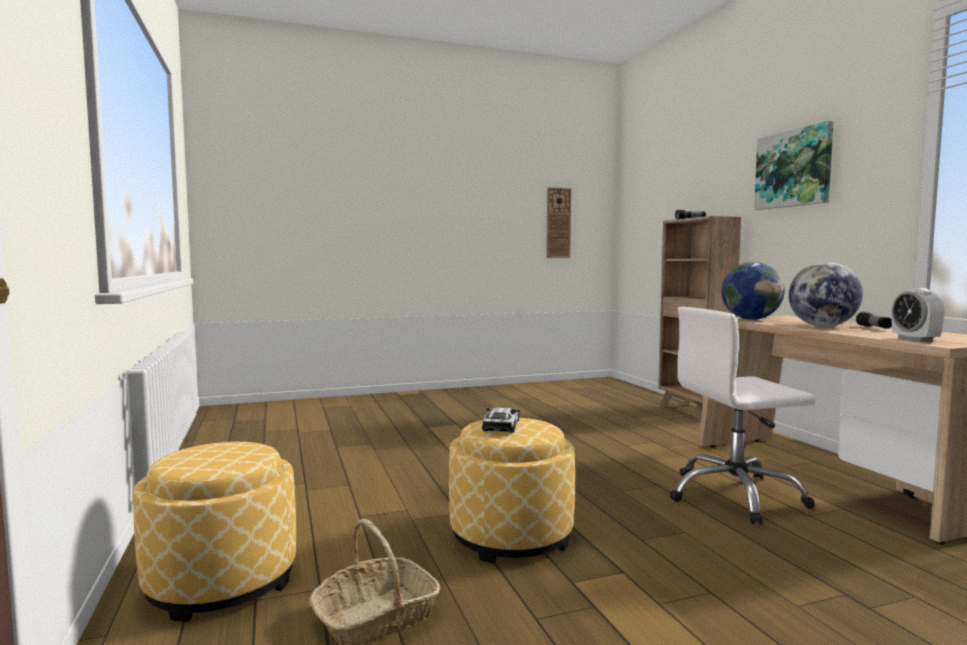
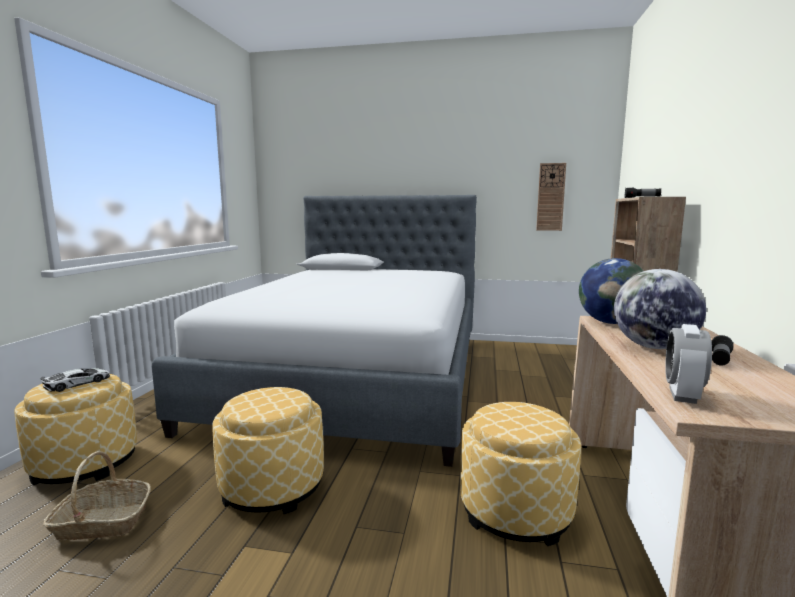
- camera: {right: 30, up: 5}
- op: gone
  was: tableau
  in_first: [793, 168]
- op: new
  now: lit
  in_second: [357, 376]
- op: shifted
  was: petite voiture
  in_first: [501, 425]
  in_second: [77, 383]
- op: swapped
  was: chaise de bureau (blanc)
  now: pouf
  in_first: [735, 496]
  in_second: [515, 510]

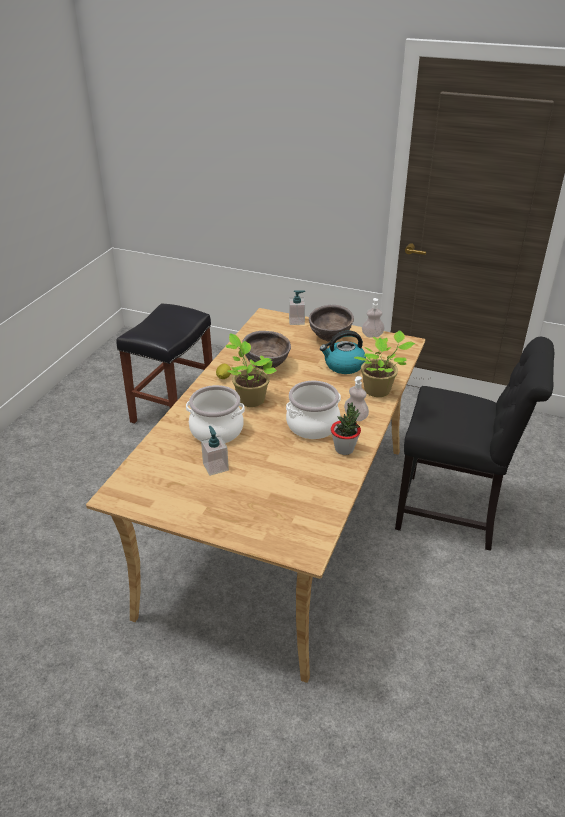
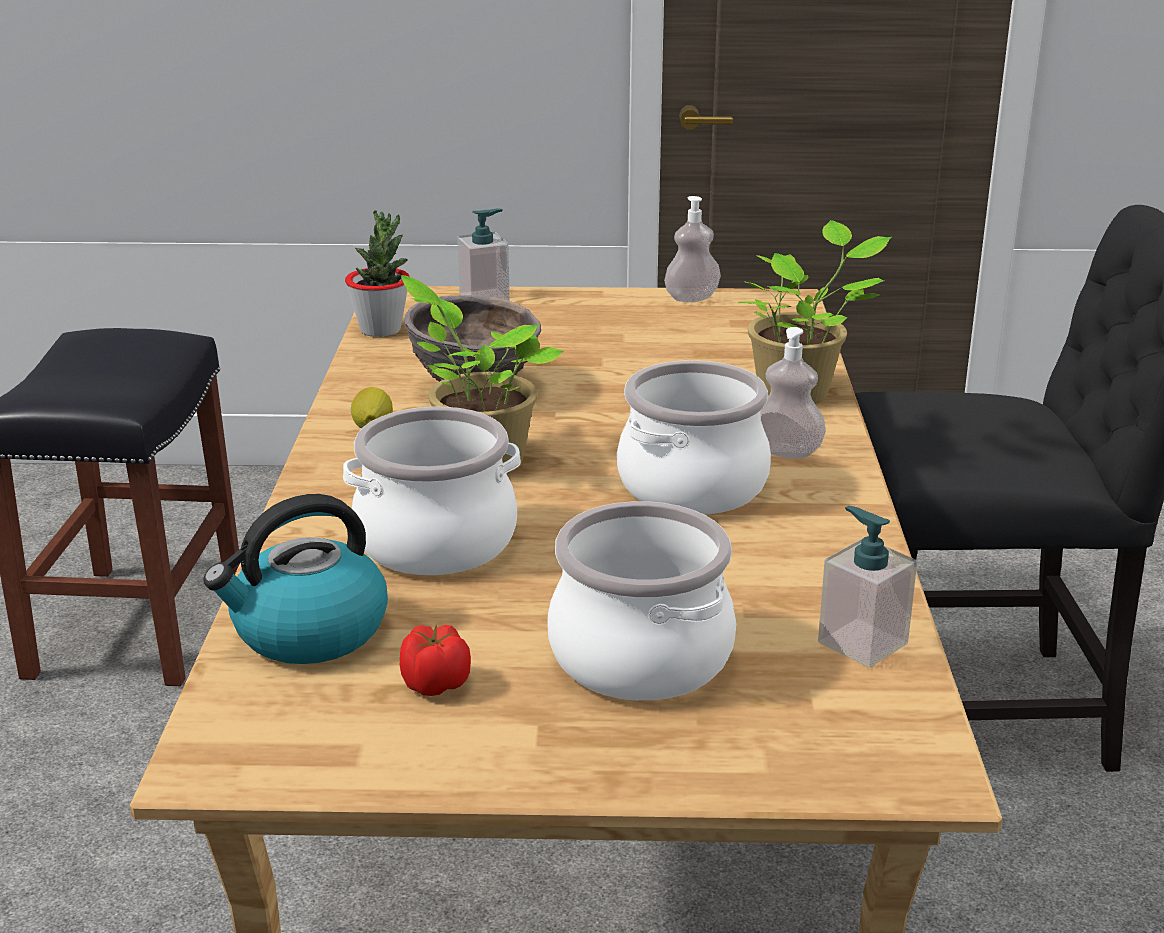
- camera: {right: -20, up: -10}
- op: gone
  was: bol (marron)
  in_first: [330, 339]
- op: new
  now: tomate
  in_second: [434, 683]
- op: new
  now: marmite
  in_second: [639, 658]
- op: shifted
  was: distributeur de savon
  in_first: [215, 467]
  in_second: [862, 642]
- op: shifted
  was: bouilloire
  in_first: [343, 365]
  in_second: [308, 632]
- op: shifted
  was: plante en pot
  in_first: [344, 449]
  in_second: [381, 330]

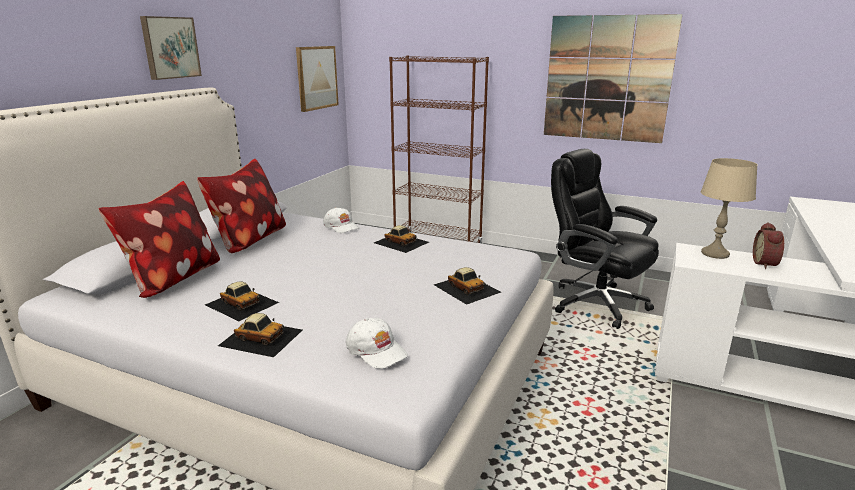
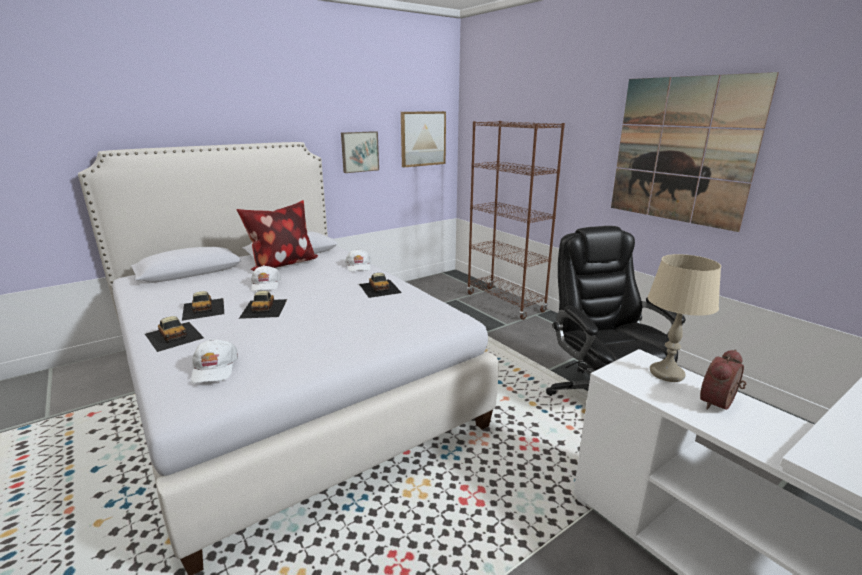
- camera: {right: 30, up: 0}
- op: gone
  was: coussin
  in_first: [173, 279]
- op: new
  now: casquette (blanc)
  in_second: [265, 285]
- op: shifted
  was: tableau
  in_first: [170, 47]
  in_second: [359, 151]
- op: shifted
  was: petite voiture
  in_first: [466, 288]
  in_second: [264, 308]

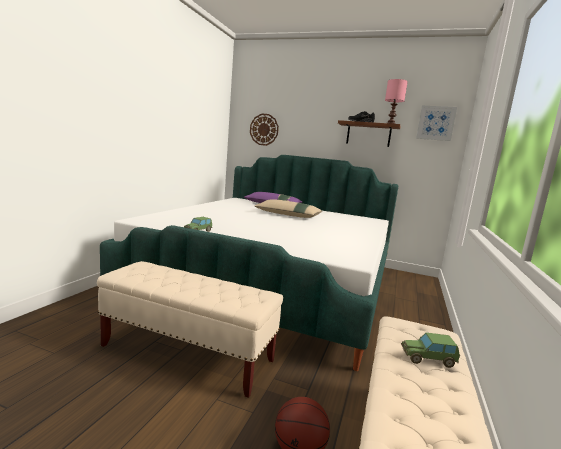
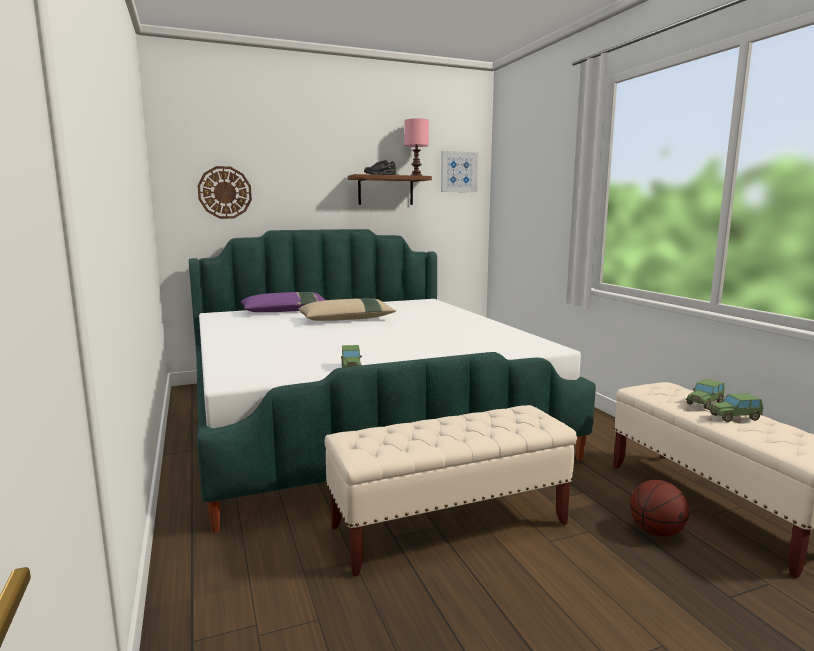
- camera: {right: -40, up: 0}
- op: new
  now: petite voiture
  in_second: [734, 417]

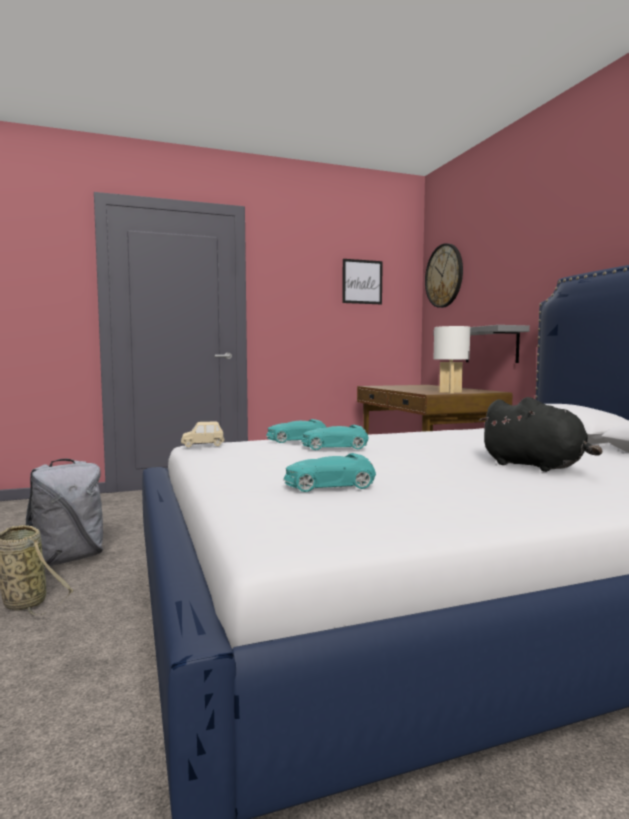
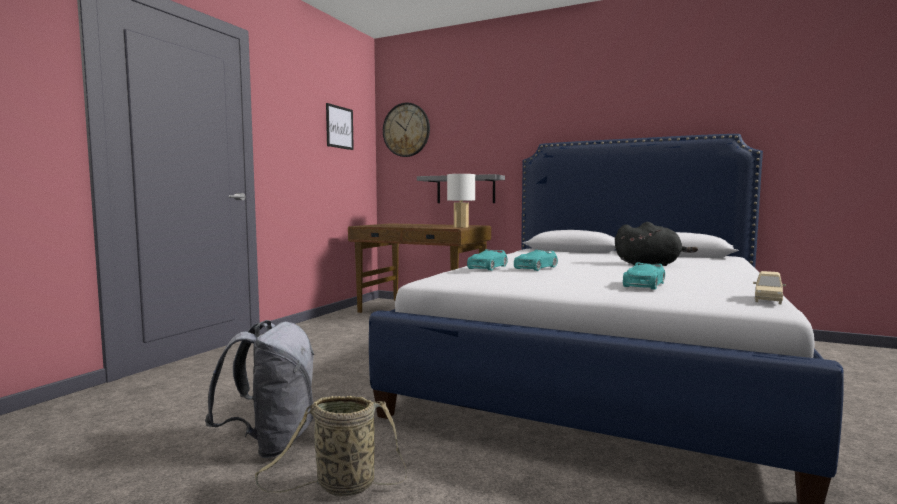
- camera: {right: -45, up: 0}
- op: shifted
  was: petite voiture (beige)
  in_first: [203, 445]
  in_second: [768, 300]

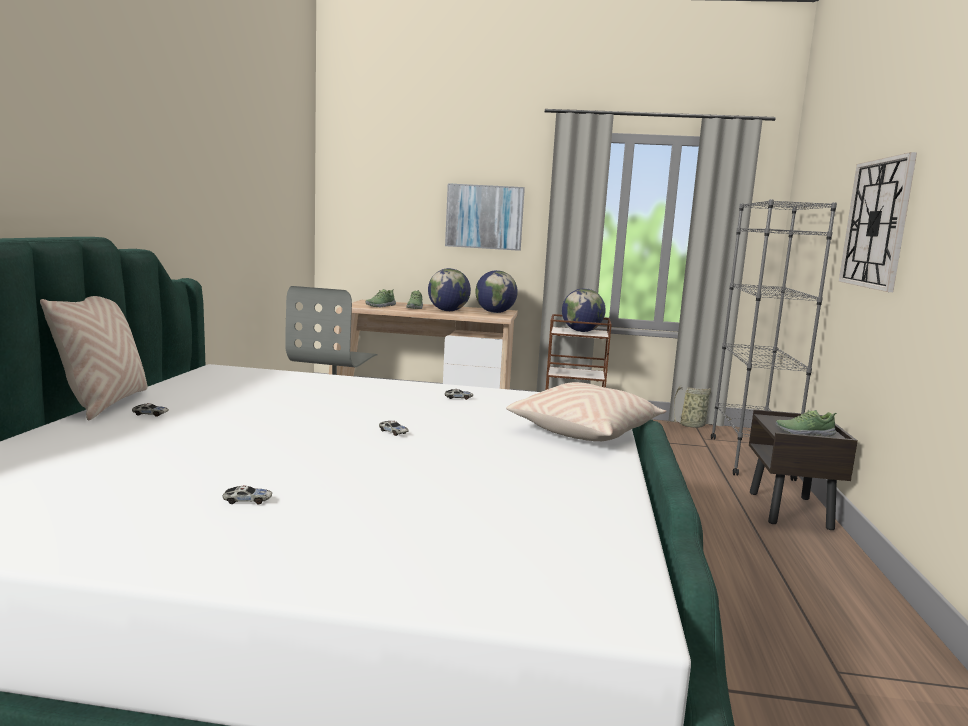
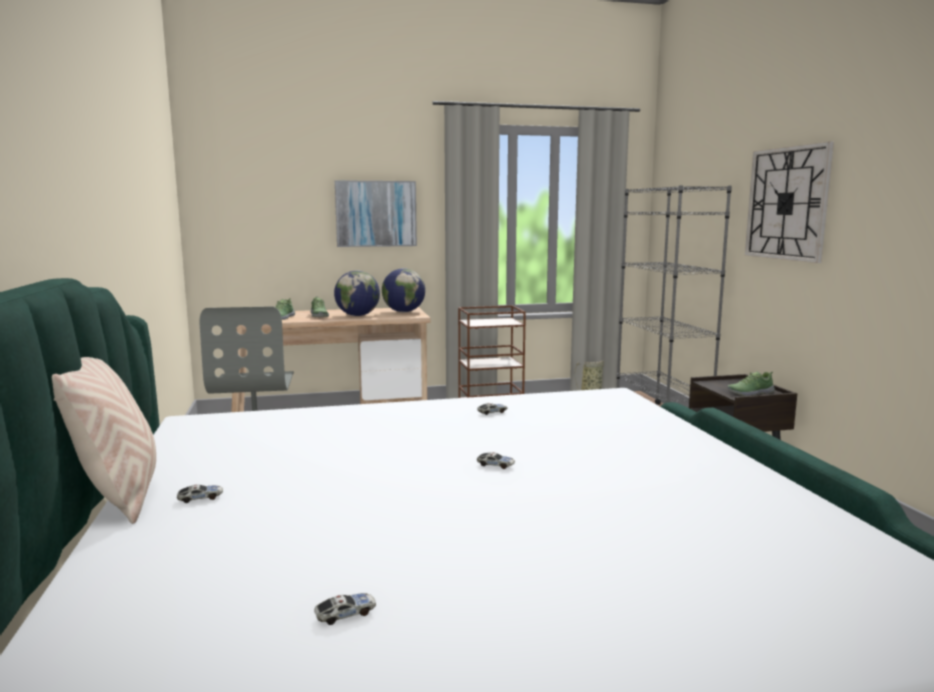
- camera: {right: -20, up: 0}
- op: gone
  was: coussin (beige)
  in_first: [585, 431]
- op: gone
  was: globe
  in_first: [581, 331]
- op: shifted
  was: petite voiture
  in_first: [247, 501]
  in_second: [345, 614]

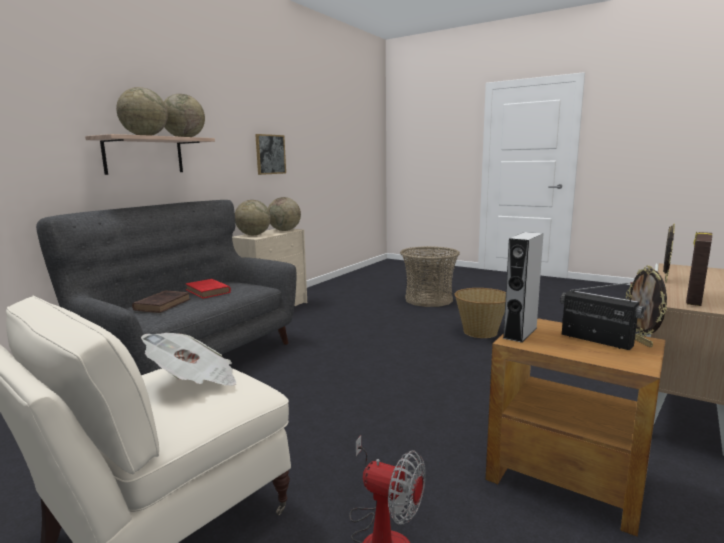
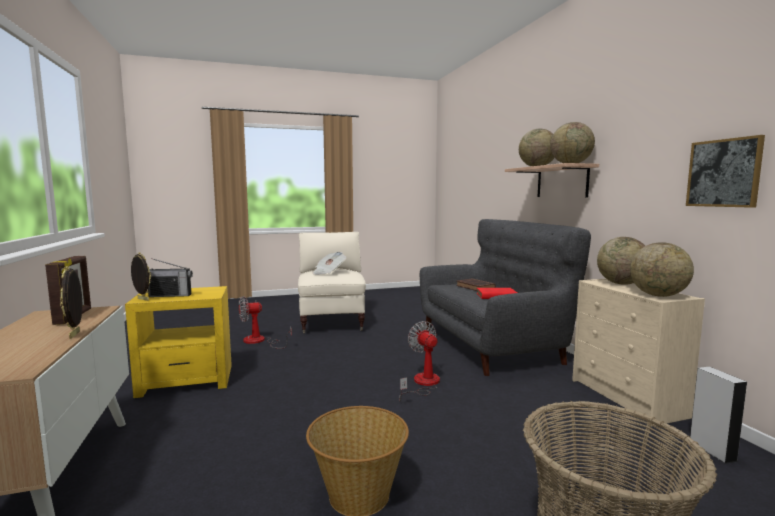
- camera: {right: 130, up: -5}
- op: new
  now: ventilateur
  in_second: [422, 384]
- op: shifted
  was: enceinte (gris)
  in_first: [520, 333]
  in_second: [712, 451]
- op: repainted
  was: table d'appoint (marron)
  now: table d'appoint (jaune)
  in_first: [565, 476]
  in_second: [187, 380]

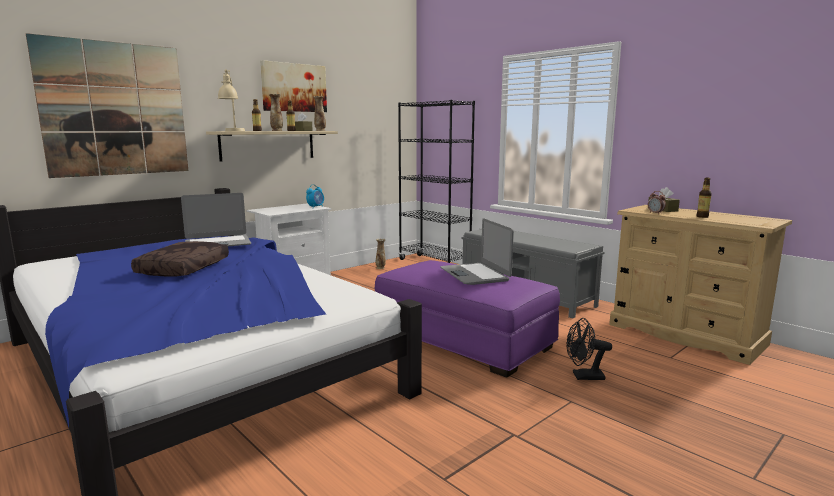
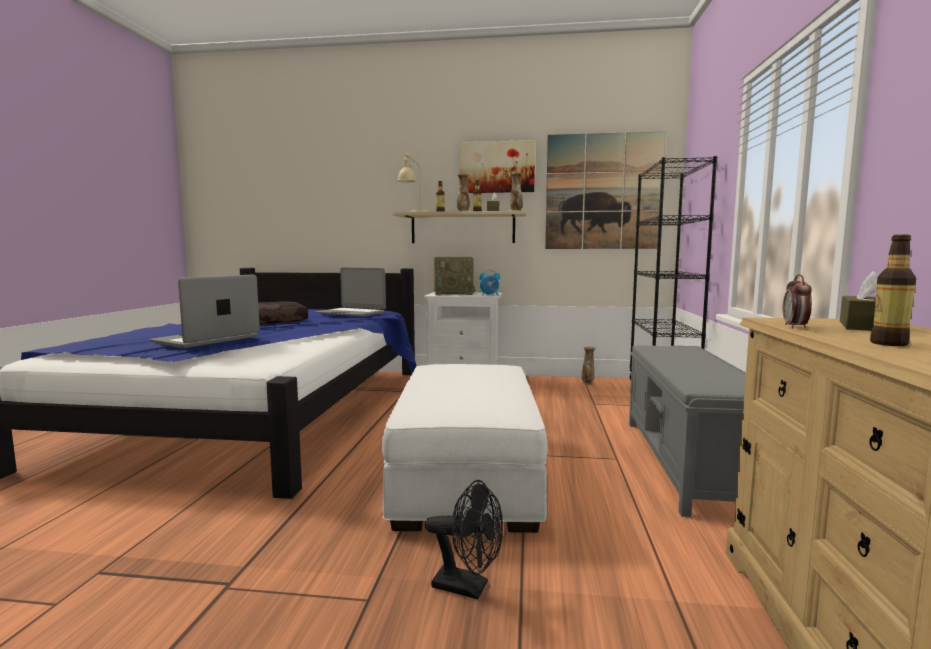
- camera: {right: 50, up: -5}
- op: new
  now: radio
  in_second: [454, 293]
- op: shifted
  was: tableau
  in_first: [115, 109]
  in_second: [603, 192]
- op: shifted
  was: ordinateur portable
  in_first: [475, 274]
  in_second: [207, 340]
- op: repainted
  was: pouf (violet)
  now: pouf (blanc)
  in_first: [463, 339]
  in_second: [467, 473]
- op: rotated
  was: ventilateur (noir)
  in_first: [583, 377]
  in_second: [468, 587]
  clockwise: 150

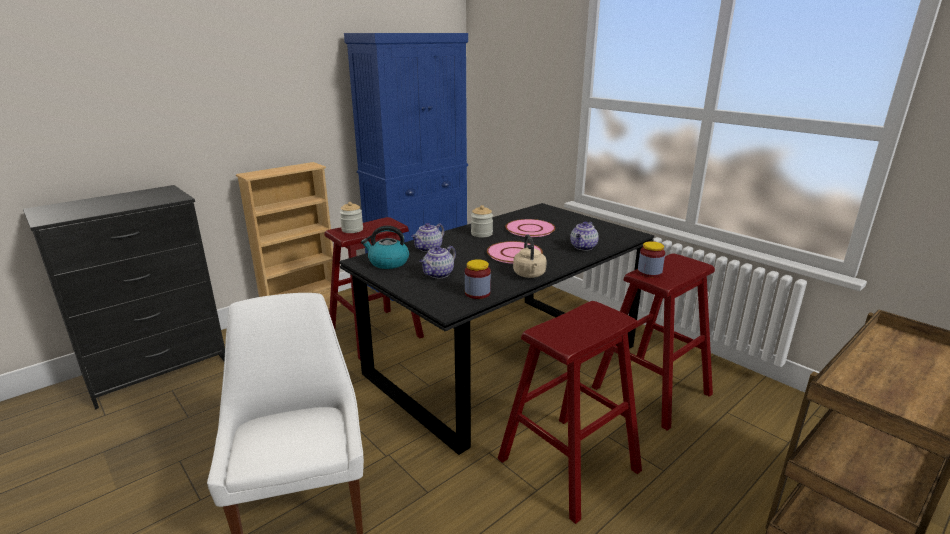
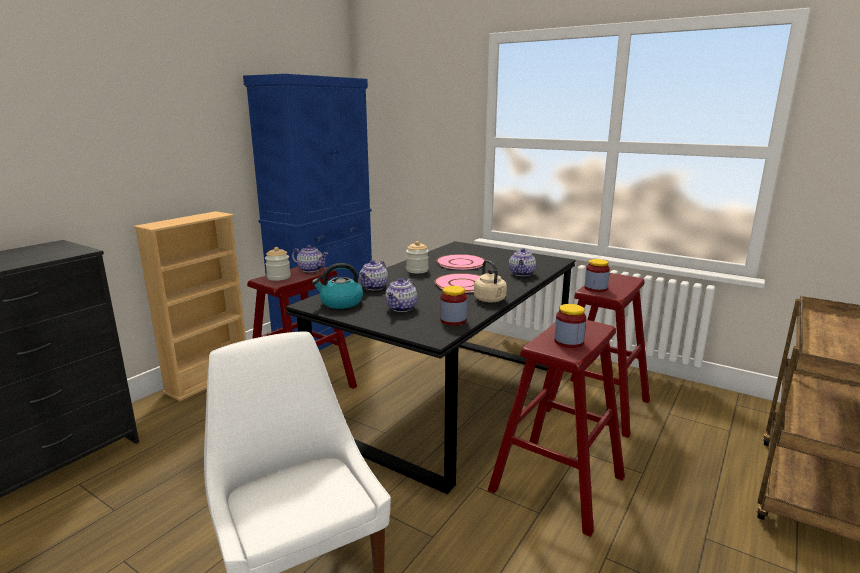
- camera: {right: -15, up: -5}
- op: new
  now: théière
  in_second: [311, 269]
- op: new
  now: bocal
  in_second: [568, 342]

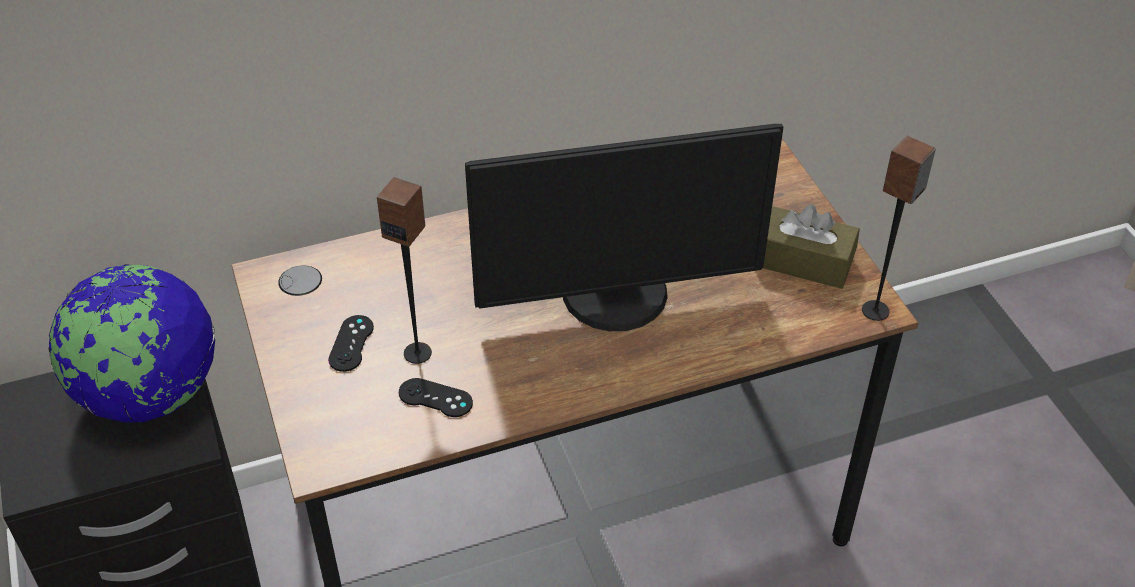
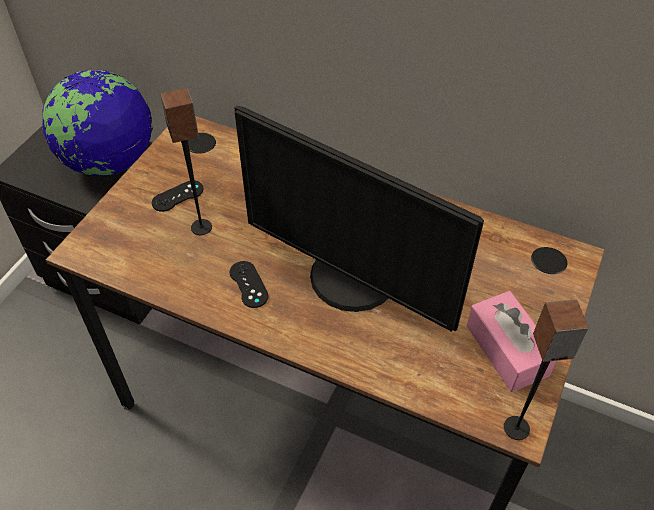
- camera: {right: 45, up: 5}
- op: shifted
  was: manette (noir)
  in_first: [435, 398]
  in_second: [248, 284]
- op: repainted
  was: boîte à mouchoirs (marron)
  now: boîte à mouchoirs (rose)
  in_first: [802, 261]
  in_second: [507, 350]

